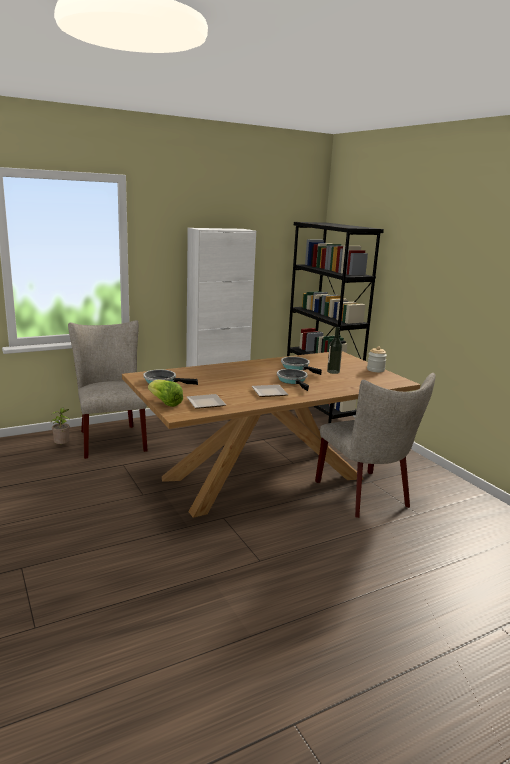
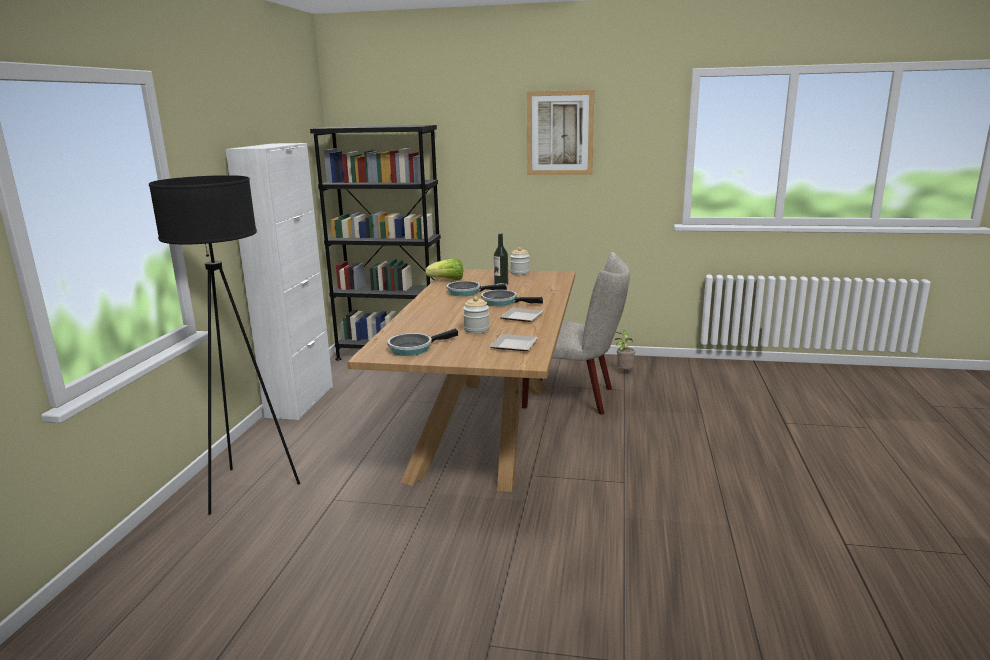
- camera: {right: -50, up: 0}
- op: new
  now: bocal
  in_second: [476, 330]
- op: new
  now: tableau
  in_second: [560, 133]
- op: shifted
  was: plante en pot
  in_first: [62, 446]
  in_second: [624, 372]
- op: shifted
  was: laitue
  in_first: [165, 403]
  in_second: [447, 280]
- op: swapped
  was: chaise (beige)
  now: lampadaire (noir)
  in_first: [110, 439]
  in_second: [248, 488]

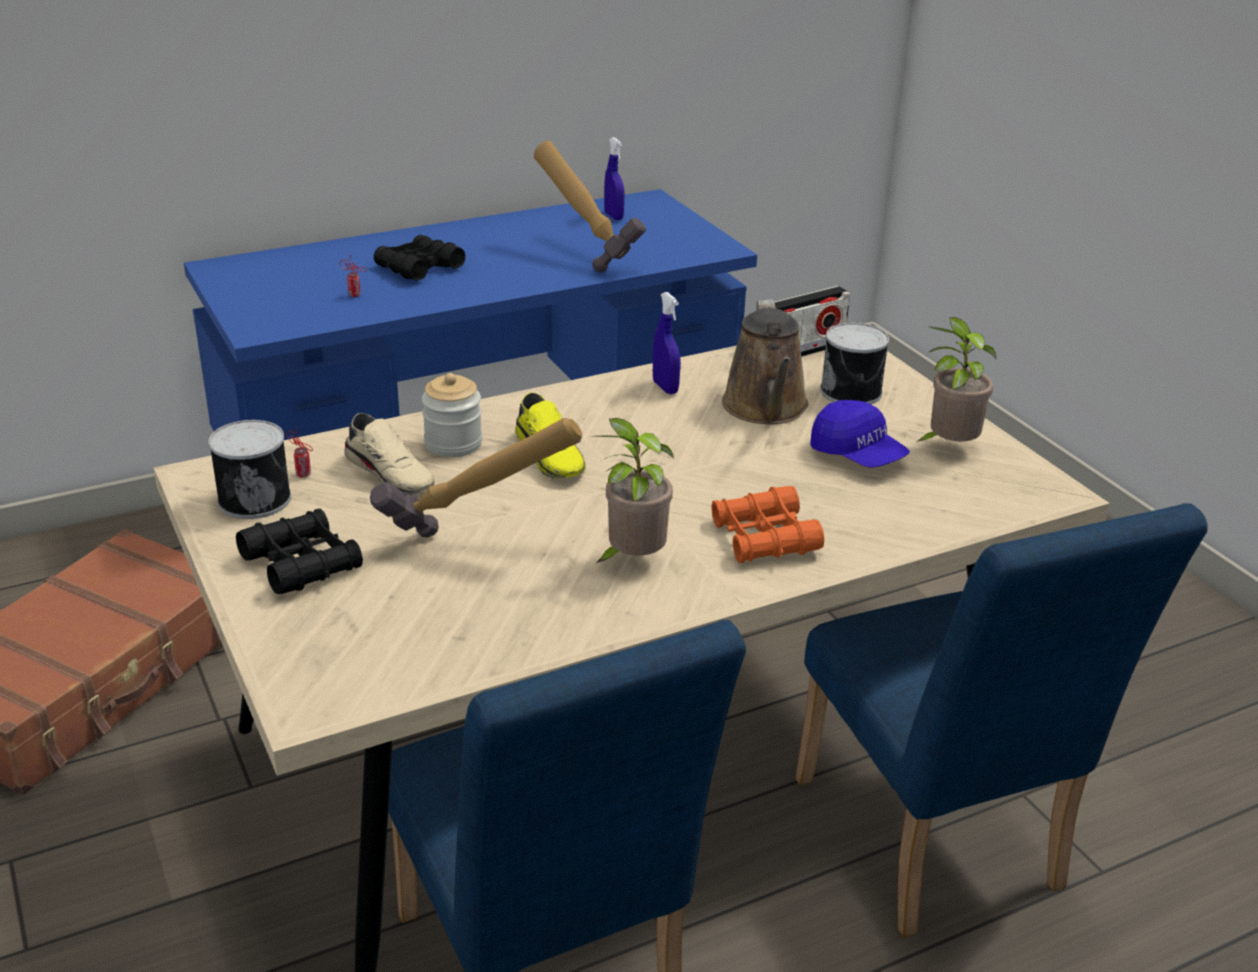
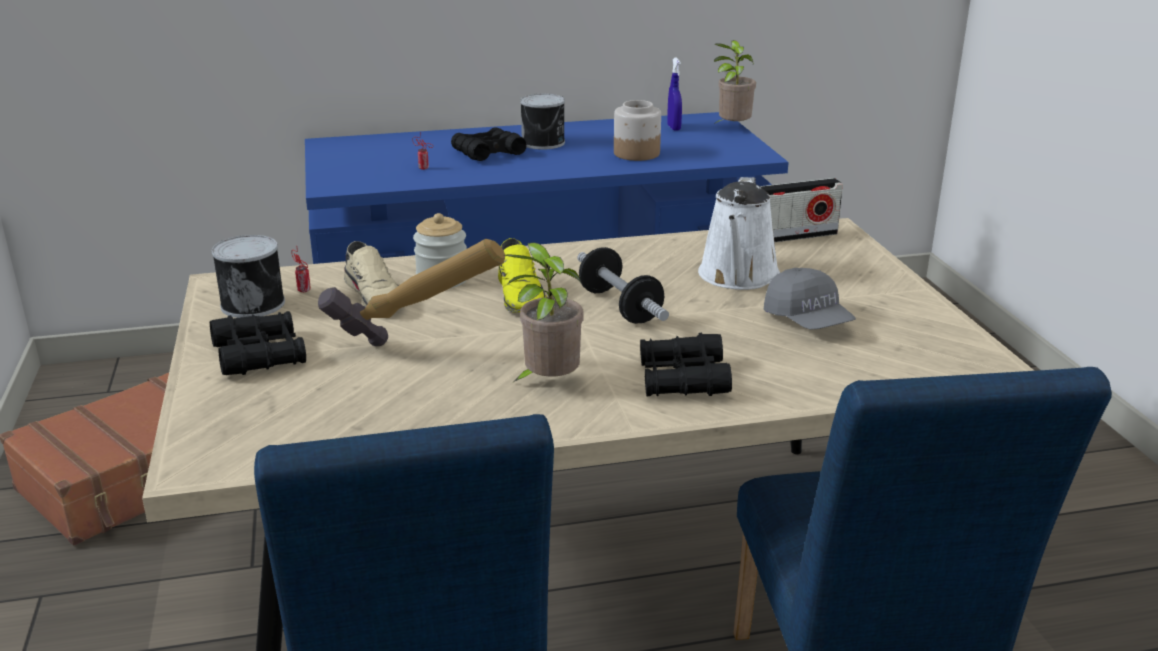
- camera: {right: 15, up: -5}
- op: gone
  was: vaporisateur (bleu)
  in_first: [665, 387]
- op: new
  now: haltère
  in_second: [620, 306]
- op: shifted
  was: boîte métallique
  in_first: [852, 392]
  in_second: [544, 143]
- op: shifted
  was: plante en pot
  in_first: [948, 447]
  in_second: [732, 129]
- op: swapped
  was: marteau
  now: bocal
  in_first: [588, 256]
  in_second: [636, 153]
- op: repainted
  was: jumelles (orange)
  now: jumelles (noir)
  in_first: [764, 538]
  in_second: [682, 379]
- op: repainted
  was: arrosoir (marron)
  now: arrosoir (blanc)
  in_first: [766, 408]
  in_second: [738, 277]
- op: repainted
  was: casquette (bleu)
  now: casquette (gris)
  in_first: [857, 455]
  in_second: [808, 321]

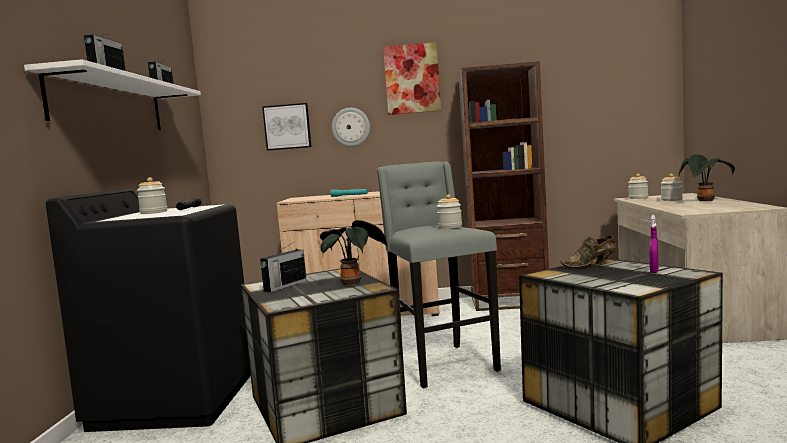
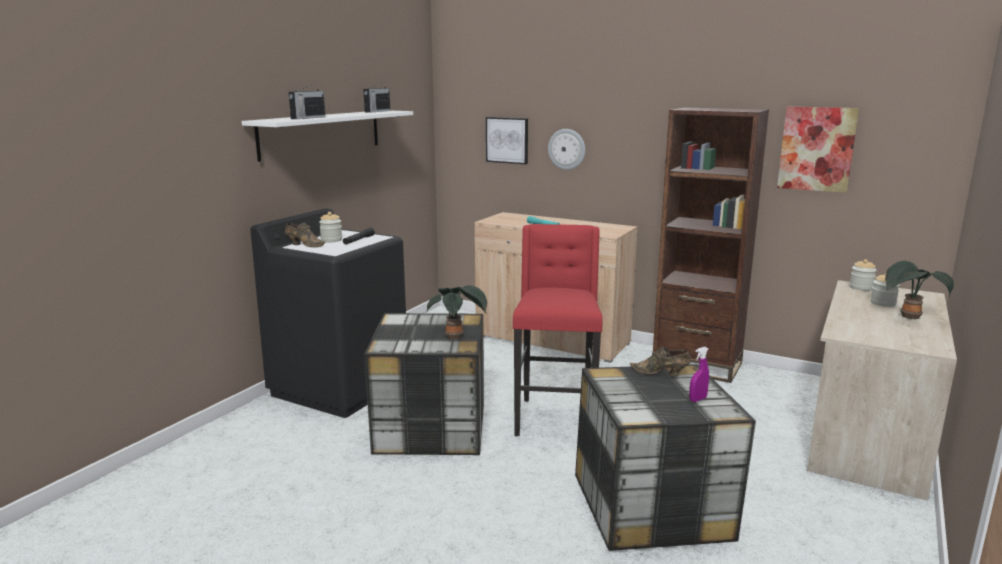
- camera: {right: 25, up: 10}
- op: gone
  was: radio
  in_first: [284, 286]
- op: gone
  was: bocal
  in_first: [450, 227]
- op: new
  now: chaussure (marron)
  in_second: [304, 245]
- op: shifted
  was: tableau
  in_first: [412, 79]
  in_second: [816, 149]
- op: repainted
  was: tabouret (gris)
  now: tabouret (rouge)
  in_first: [442, 364]
  in_second: [555, 418]

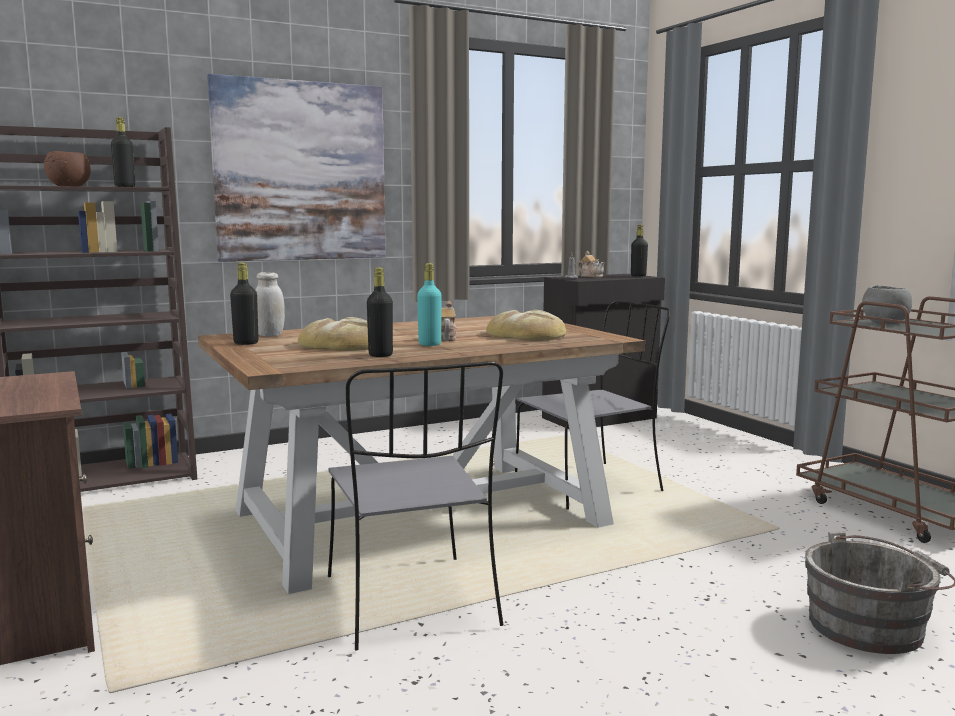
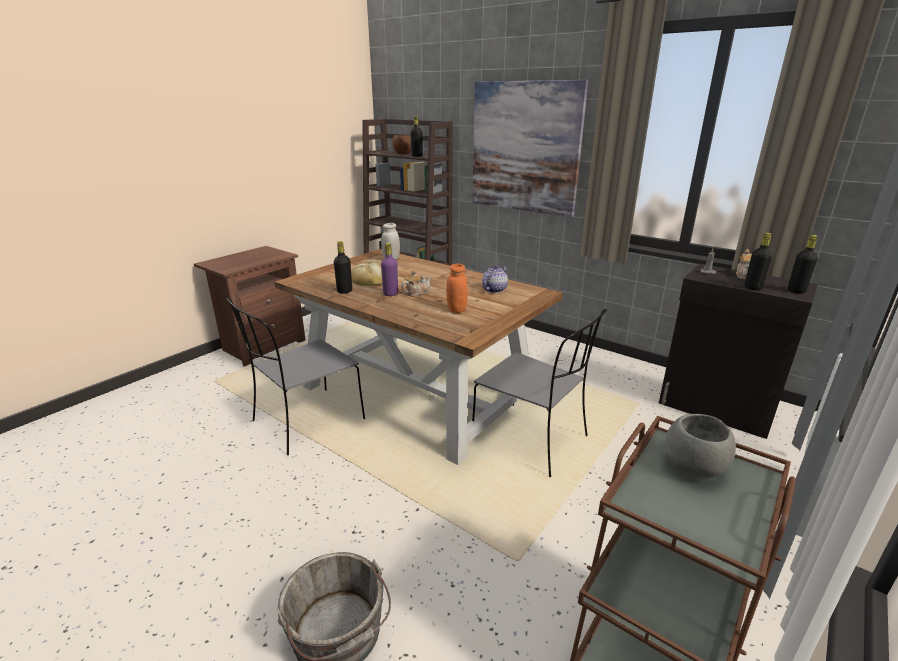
- camera: {right: 65, up: 15}
- op: new
  now: théière
  in_second: [494, 289]
- op: shifted
  was: bouteille (noir)
  in_first: [246, 343]
  in_second: [752, 288]
- op: swapped
  was: pain
  now: bocal (orange)
  in_first: [527, 334]
  in_second: [456, 309]
- op: repainted
  was: bouteille (turquoise)
  now: bouteille (violet)
  in_first: [429, 344]
  in_second: [390, 294]

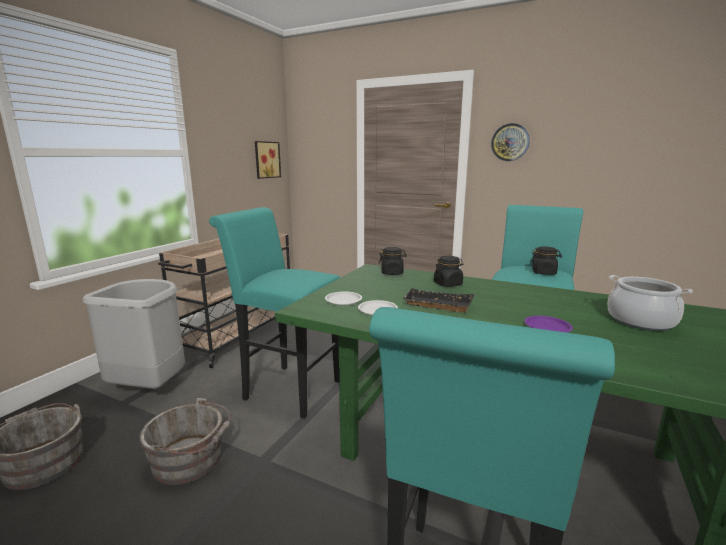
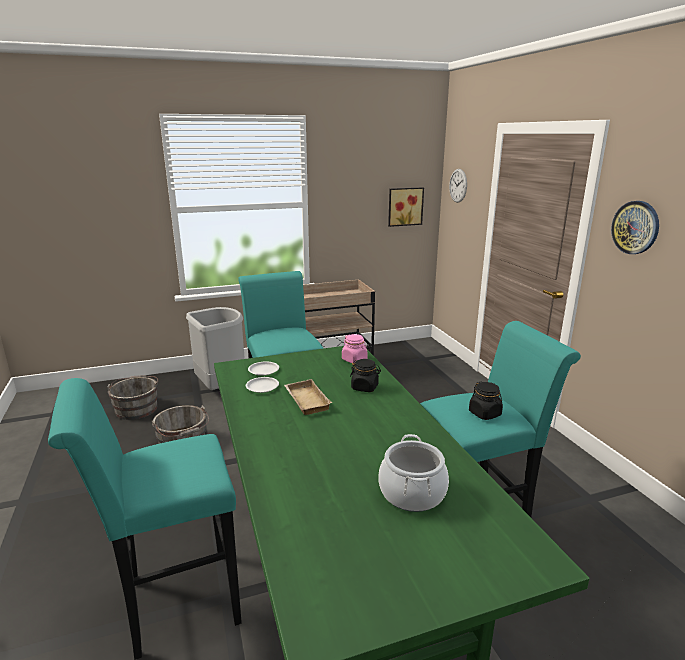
- camera: {right: 45, up: 5}
- op: gone
  was: assiette (violet)
  in_first: [547, 328]
- op: new
  now: horloge murale
  in_second: [458, 185]
- op: repainted
  was: bocal (noir)
  now: bocal (rose)
  in_first: [392, 273]
  in_second: [354, 360]
- op: repainted
  was: plateau (noir)
  now: plateau (beige)
  in_first: [436, 305]
  in_second: [305, 400]

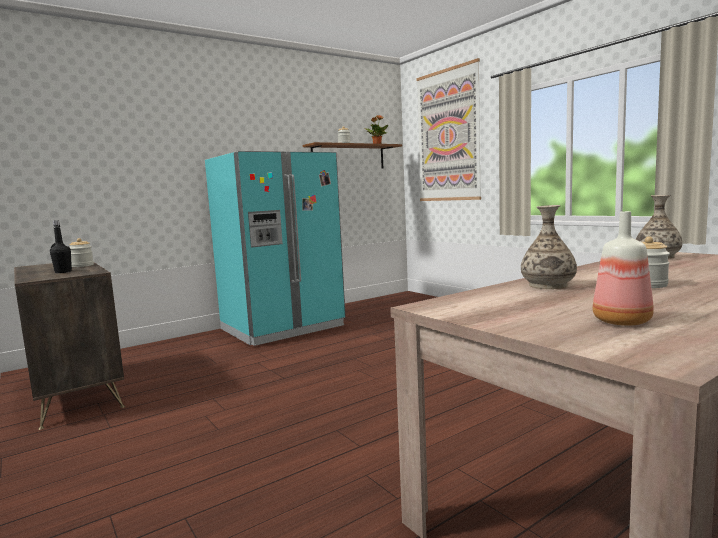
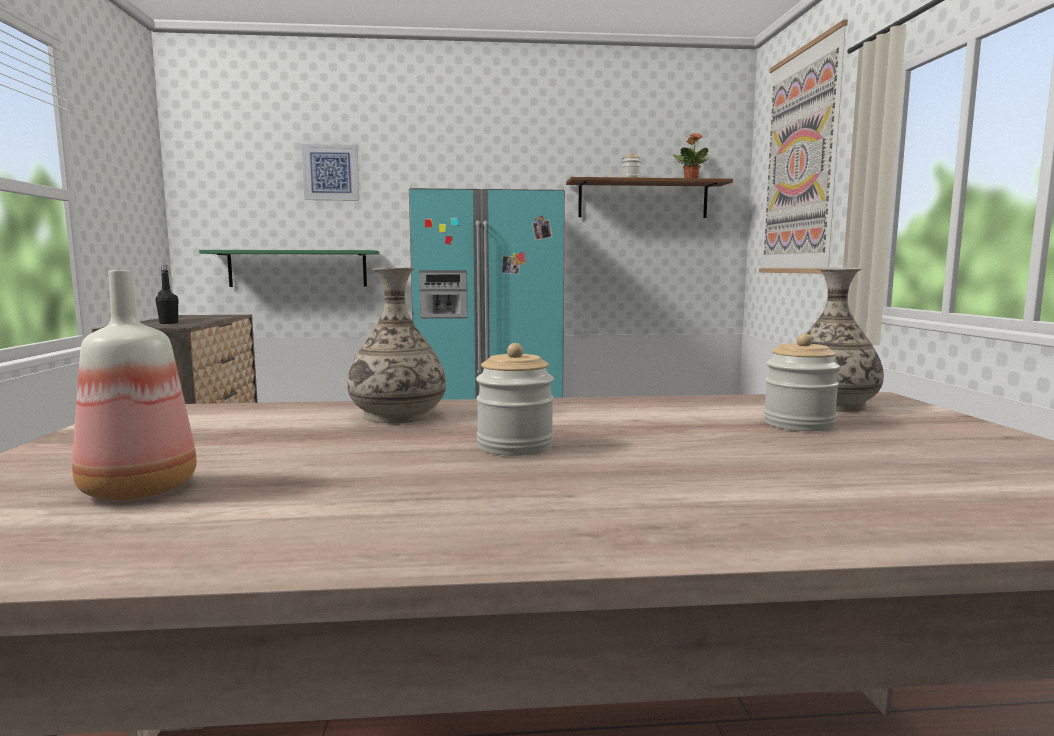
- camera: {right: 30, up: 0}
- op: new
  now: étagère (vert)
  in_second: [298, 268]
- op: new
  now: tableau
  in_second: [331, 172]
- op: shifted
  was: bocal
  in_first: [82, 265]
  in_second: [798, 424]

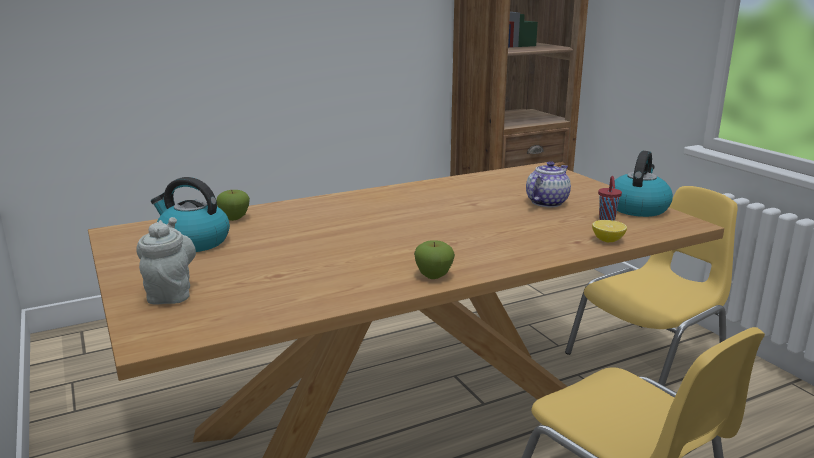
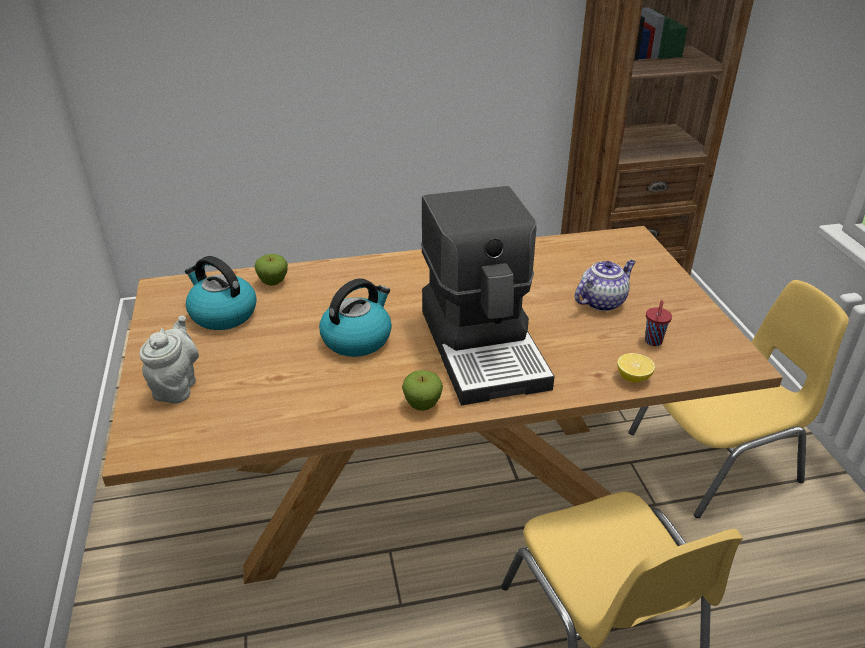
- camera: {right: 15, up: 15}
- op: new
  now: machine à café
  in_second: [484, 347]
- op: shifted
  was: bouilloire
  in_first: [637, 208]
  in_second: [357, 339]

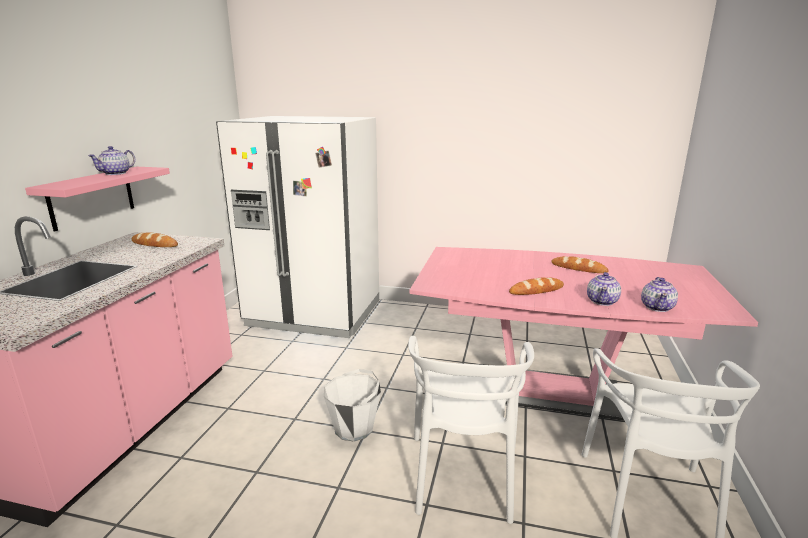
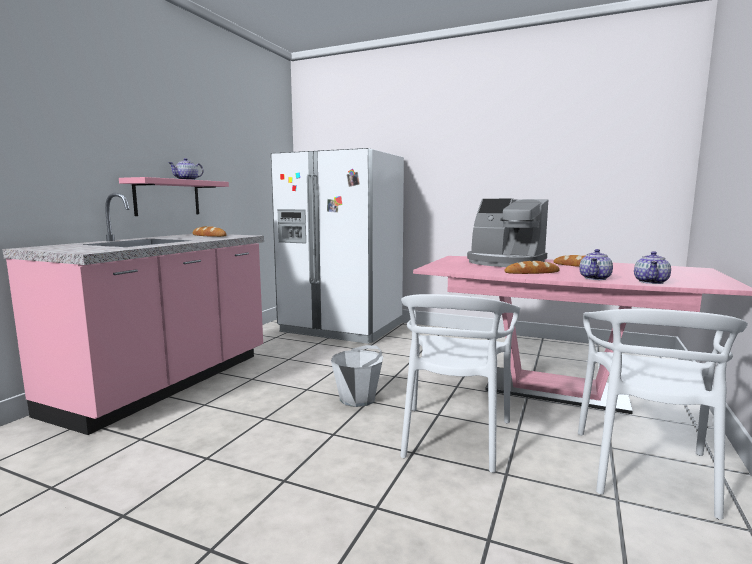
- camera: {right: 10, up: -10}
- op: new
  now: machine à café
  in_second: [504, 262]

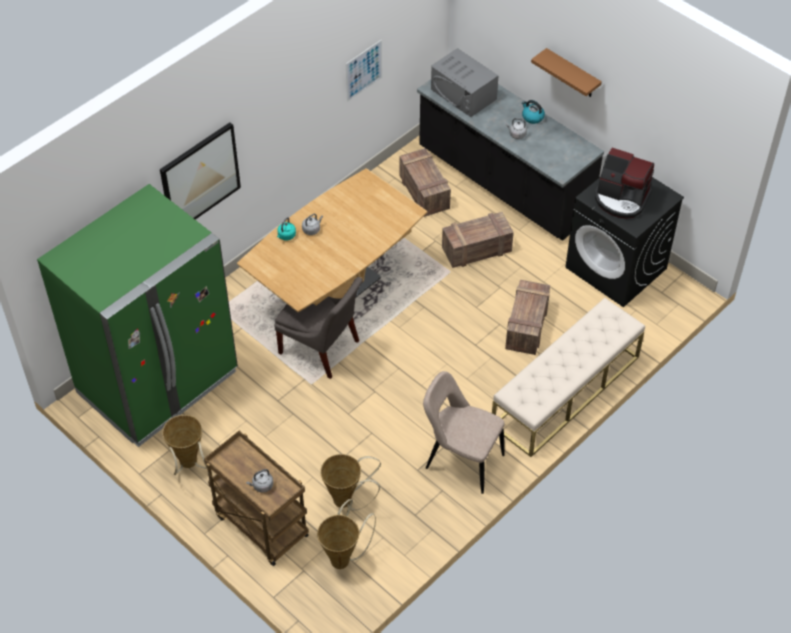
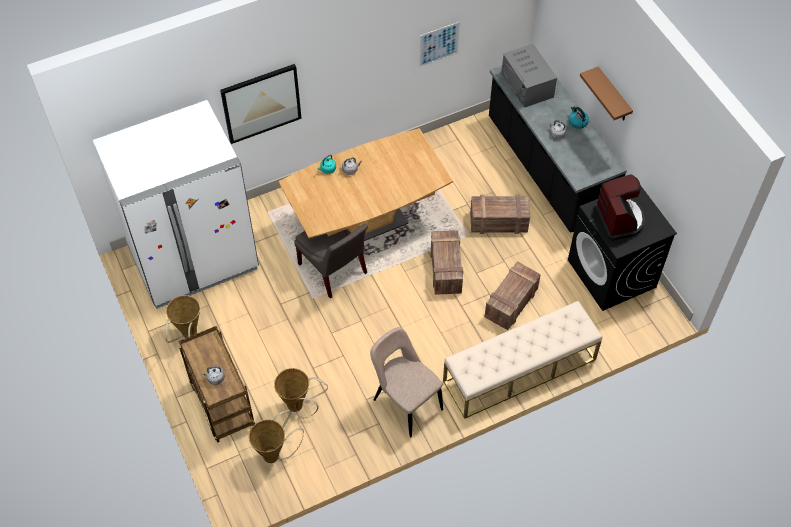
- camera: {right: 20, up: 5}
- op: shifted
  was: caisse
  in_first: [425, 193]
  in_second: [446, 270]
- op: repainted
  was: réfrigérateur (vert)
  now: réfrigérateur (blanc)
  in_first: [158, 383]
  in_second: [194, 260]
- op: rotated
  was: machine à café
  in_first: [621, 199]
  in_second: [619, 219]
  clockwise: -150

